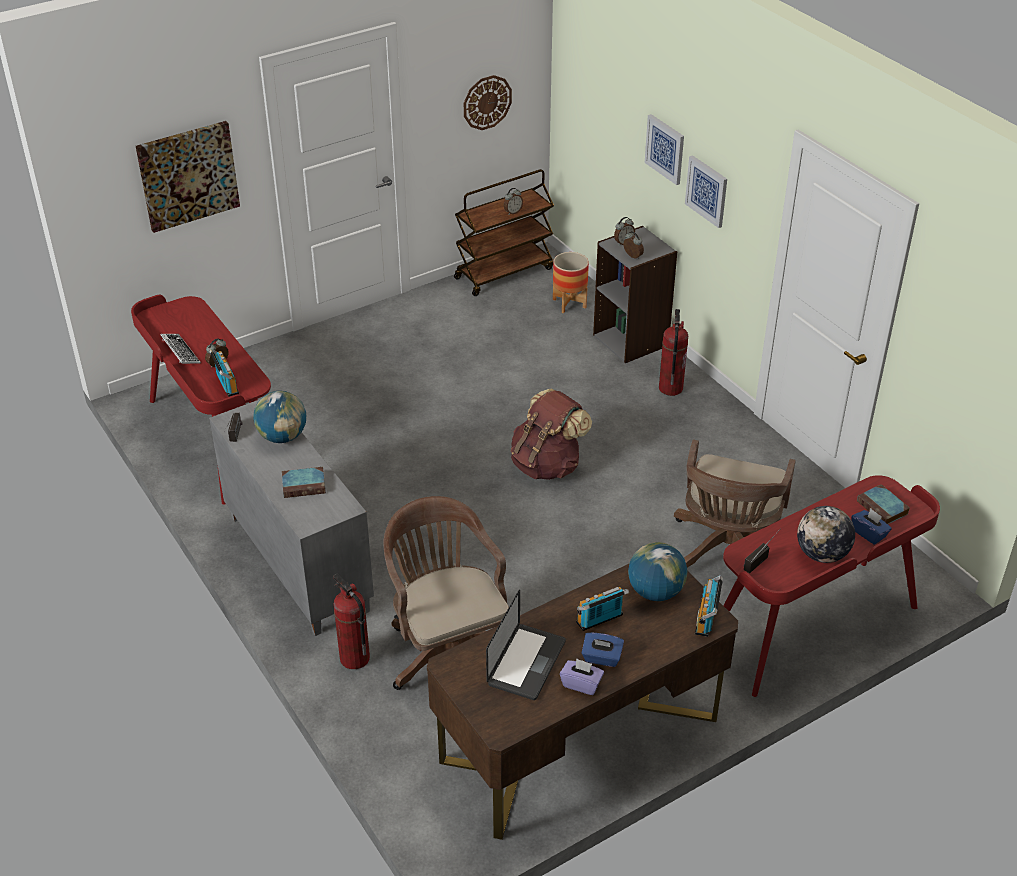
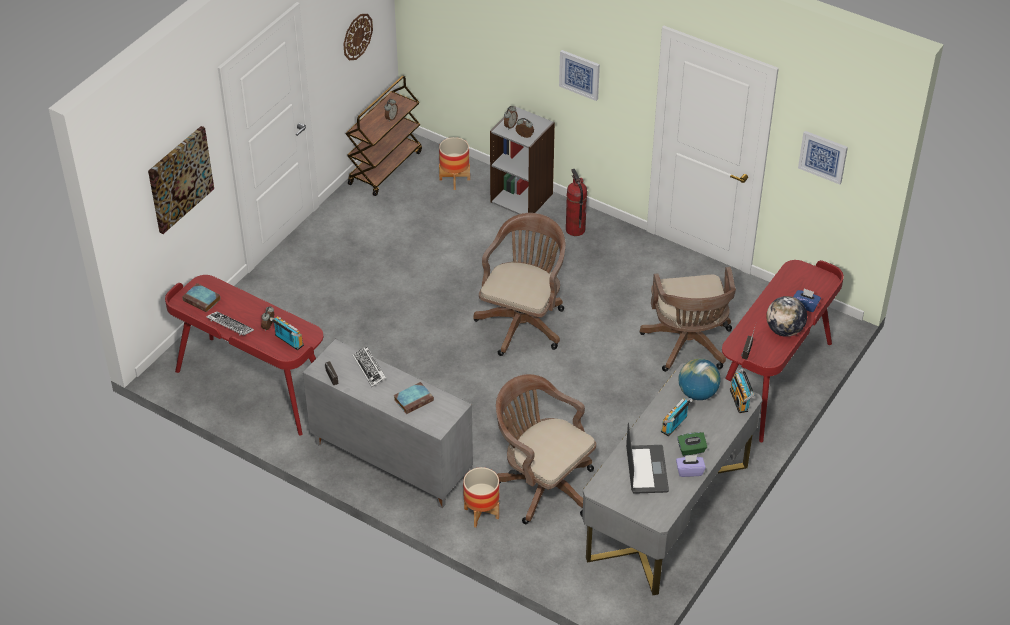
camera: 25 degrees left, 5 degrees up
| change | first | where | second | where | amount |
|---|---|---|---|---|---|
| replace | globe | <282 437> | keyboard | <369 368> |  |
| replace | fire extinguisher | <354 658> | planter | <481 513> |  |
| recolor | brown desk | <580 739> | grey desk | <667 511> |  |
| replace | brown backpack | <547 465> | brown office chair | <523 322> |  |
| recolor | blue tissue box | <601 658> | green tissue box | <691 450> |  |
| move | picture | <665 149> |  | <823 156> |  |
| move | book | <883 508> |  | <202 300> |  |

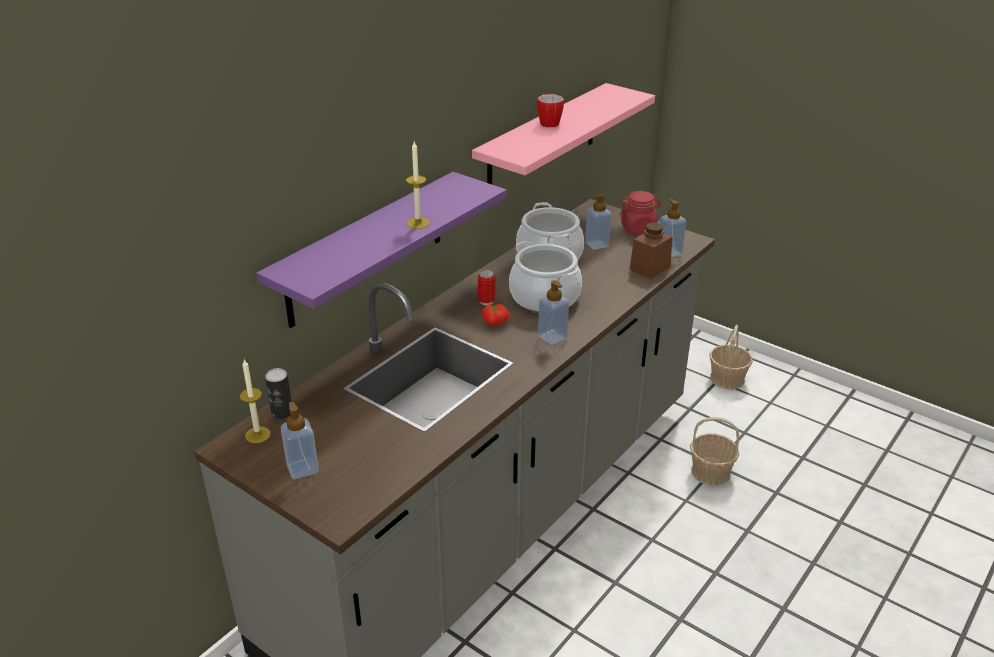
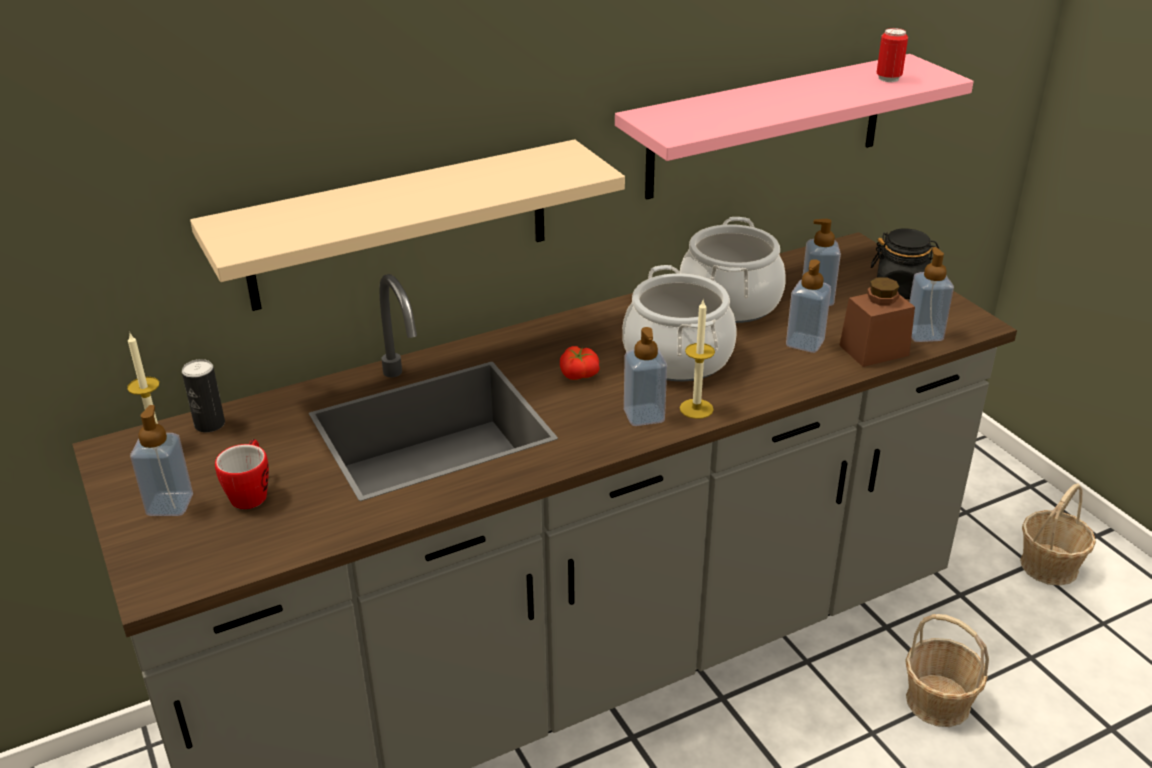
camera: 25 degrees right, 0 degrees up
| change | first | where | second | where | amount |
|---|---|---|---|---|---|
| recolor | purple shelf | <366 249> | beige shelf | <399 225> |  |
| move | candle | <418 223> |  | <696 409> |  |
| move | can | <486 301> |  | <888 78> |  |
| move | mug | <548 122> |  | <251 493> |  |
| recolor | red jar | <638 229> | black jar | <900 289> |  |
| insert |  |  | soap dispenser | <805 343> |  |

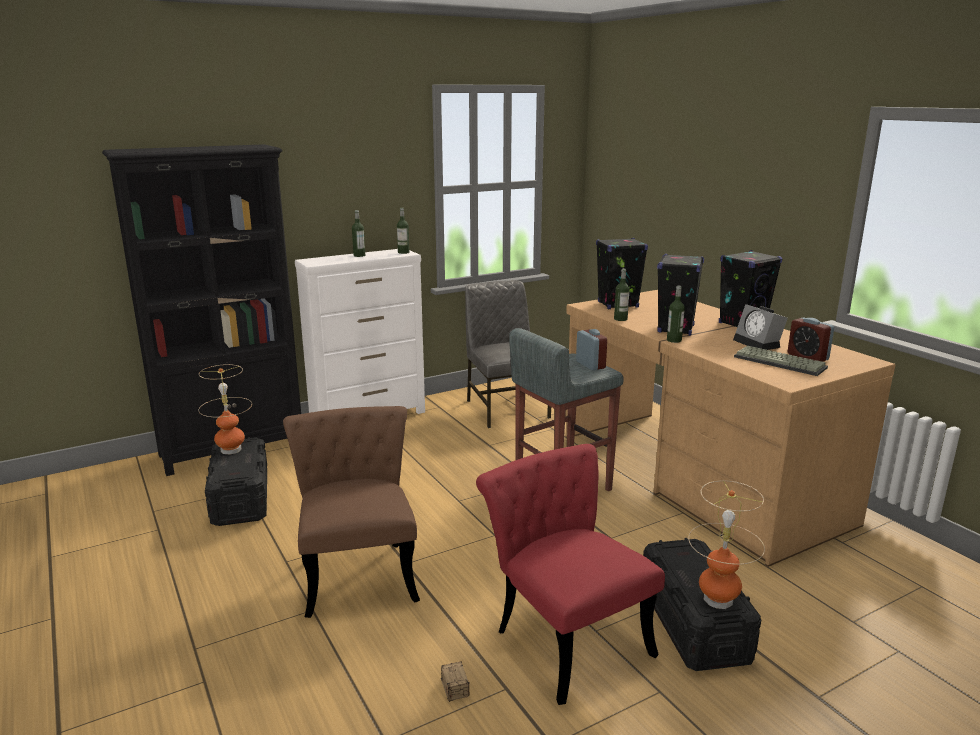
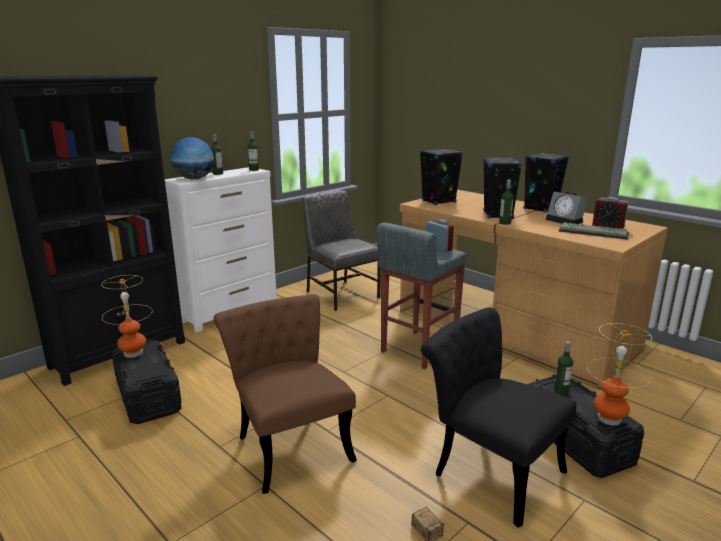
camera: 15 degrees left, 0 degrees up
| change | first | where | second | where | amount |
|---|---|---|---|---|---|
| recolor | red chair | <564 636> | black chair | <489 469> |  |
| move | bottle | <620 319> |  | <561 390> |  |
| insert |  |  | globe | <194 179> |  |

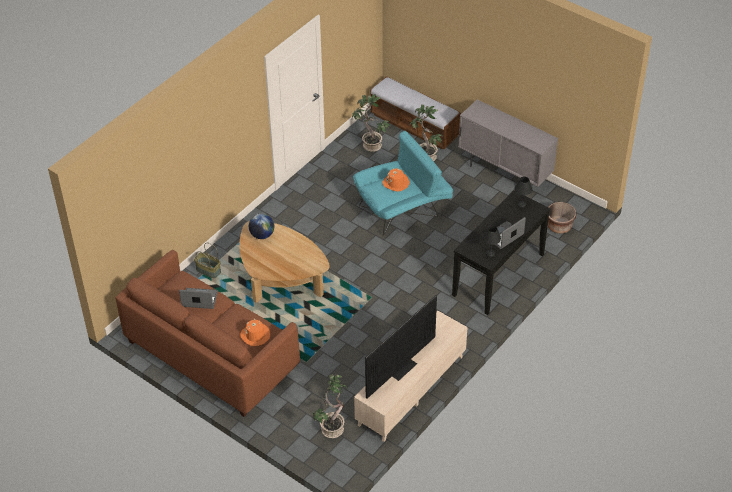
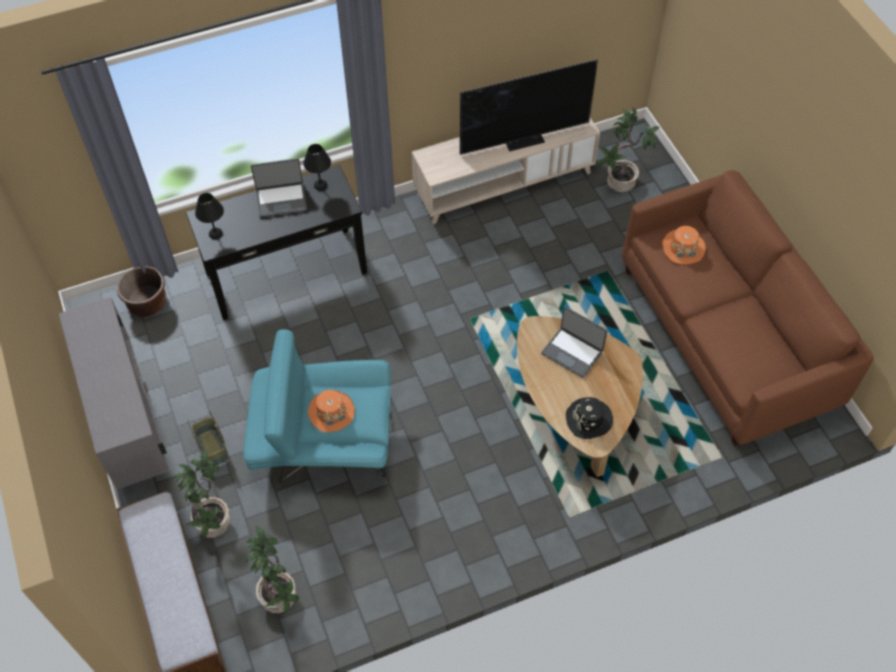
camera: 150 degrees left, 10 degrees up
| change | first | where | second | where | amount |
|---|---|---|---|---|---|
| move | laptop | <199 300> |  | <572 352> |  |
| move | basket | <208 270> |  | <213 448> |  |
| replace | globe | <262 235> | black hat | <589 420> |  |

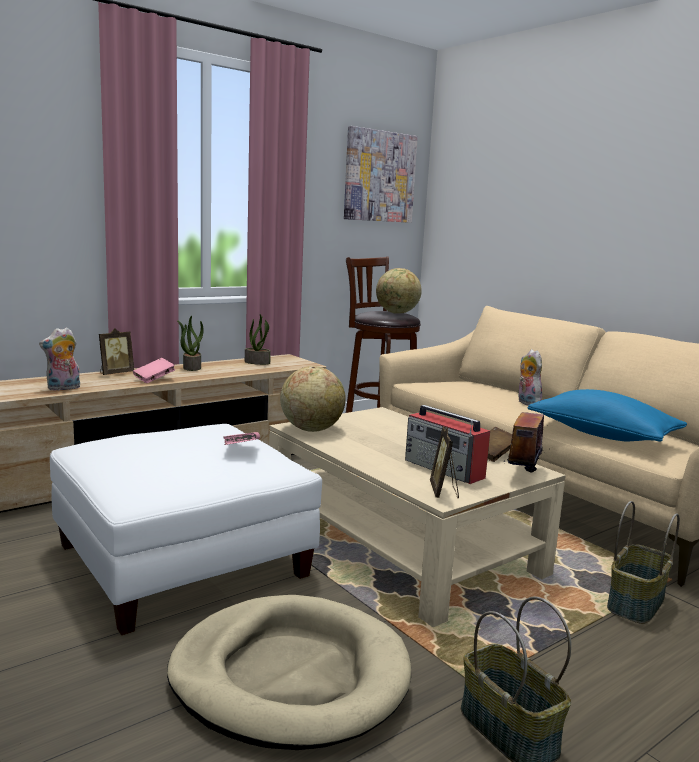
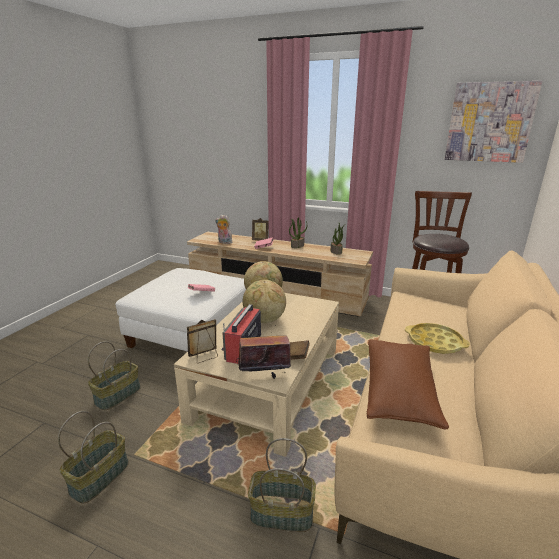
camera: 60 degrees right, 10 degrees up
| change | first | where | second | where | amount |
|---|---|---|---|---|---|
| replace | beige dog bed | <290 676> | basket | <118 395> |  |
| move | globe | <397 313> |  | <264 320> |  |
| replace | plush toy | <526 403> | yellow tray | <435 342> |  |
| recolor | blue pillow | <602 435> | brown pillow | <399 392> |  |

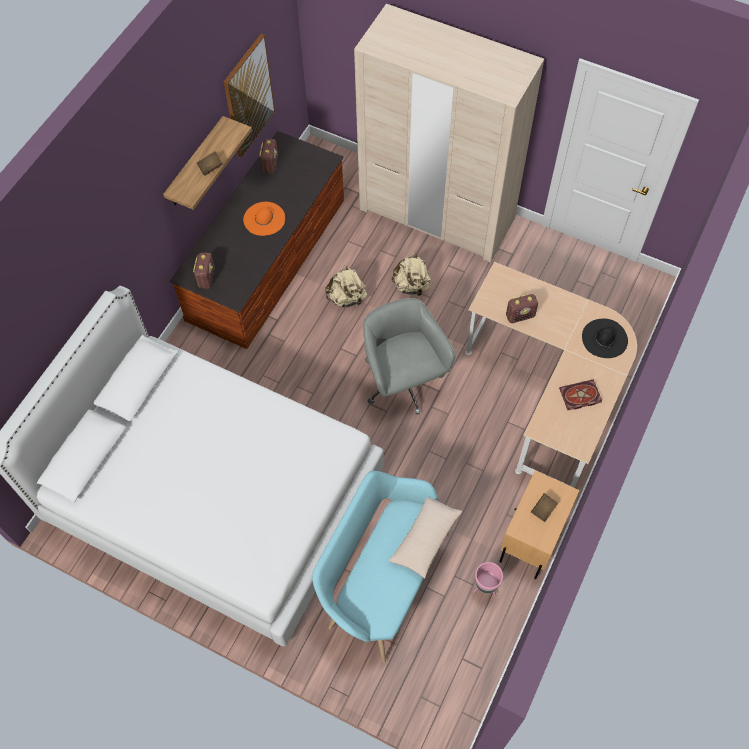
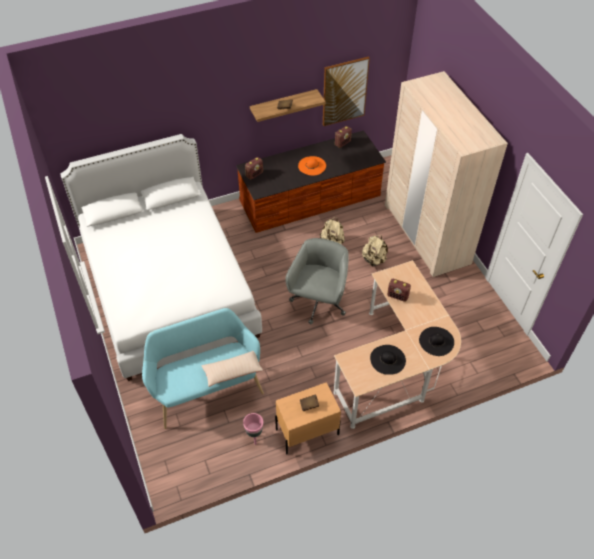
camera: 40 degrees right, 10 degrees down
| change | first | where | second | where | amount |
|---|---|---|---|---|---|
| replace | book | <579 396> | black hat | <387 359> |  |

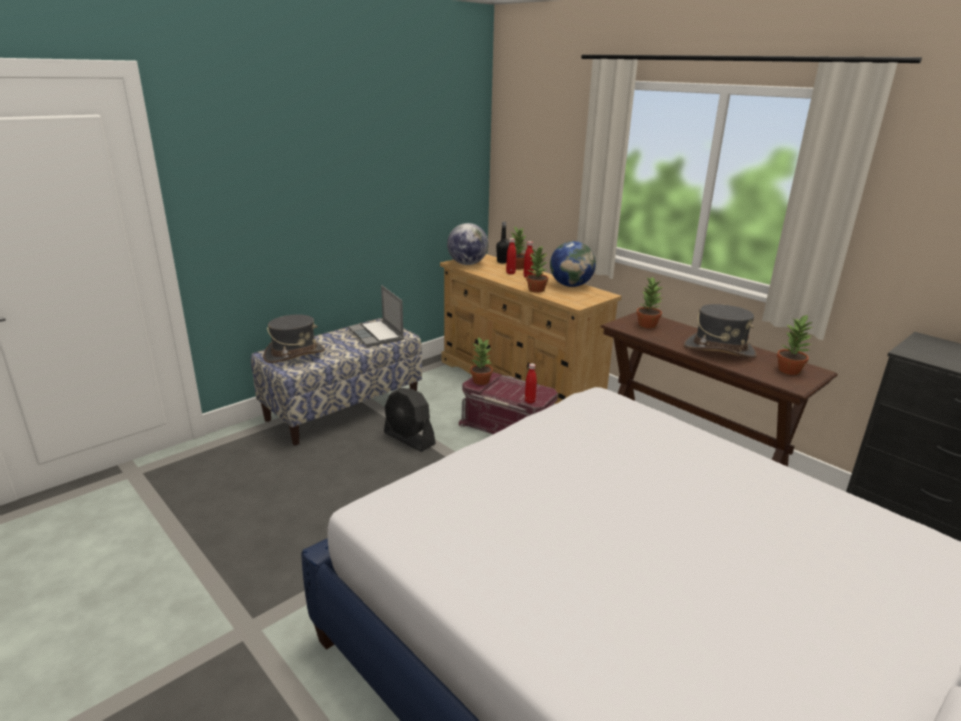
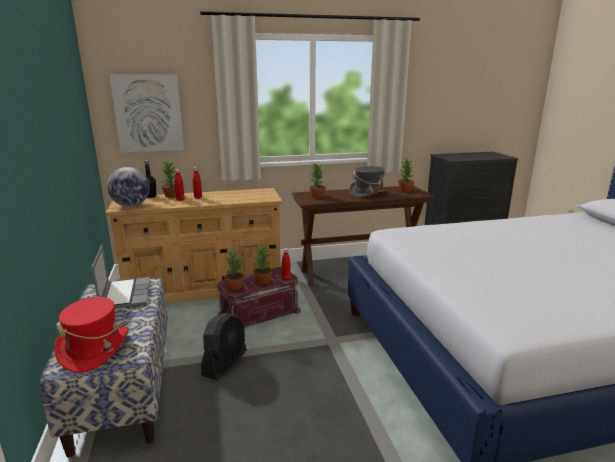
camera: 60 degrees left, 5 degrees down
| change | first | where | second | where | amount |
|---|---|---|---|---|---|
| recolor | grey hat | <294 354> | red hat | <94 349> |  |
| rotate | laptop | <377 335> |  | <125 294> | 105 degrees counterclockwise |
| rotate | black fan | <409 439> |  | <225 363> | 45 degrees counterclockwise |
| move | potted plant | <536 290> |  | <263 281> |  |
| delete | globe | <571 285> |  |  |  |
| insert |  |  | picture | <148 113> |  |

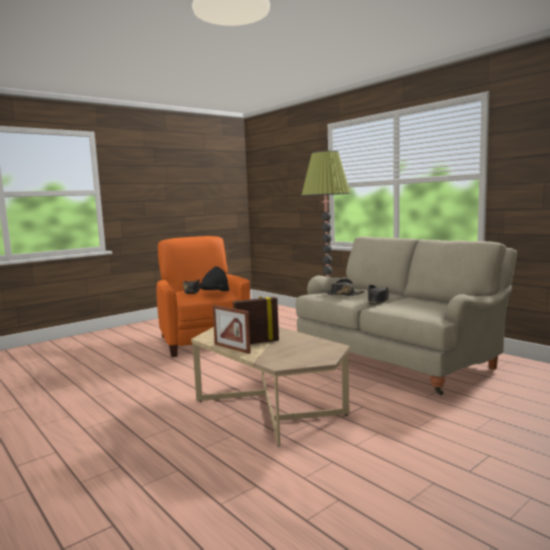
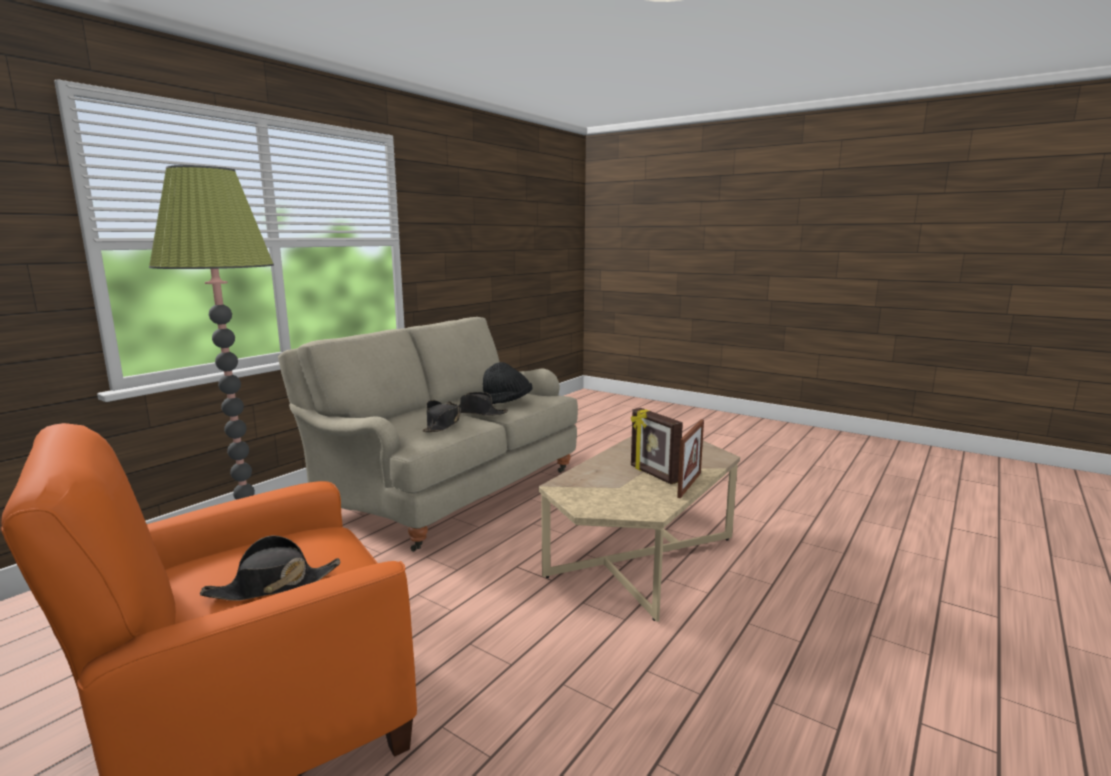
camera: 105 degrees left, 5 degrees up
| change | first | where | second | where | amount |
|---|---|---|---|---|---|
| move | black hat | <215 293> |  | <507 402> |  |

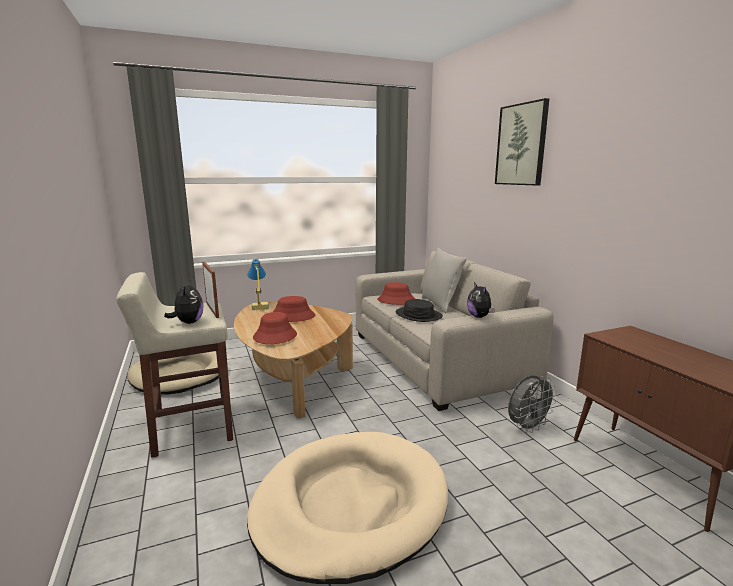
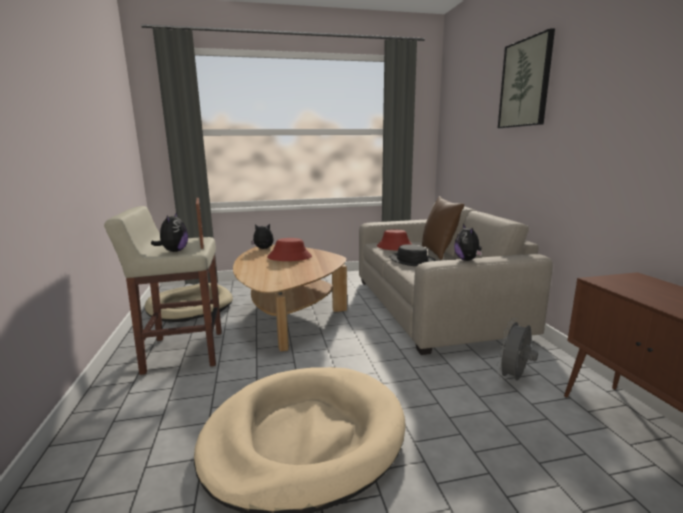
camera: 10 degrees right, 0 degrees up
| change | first | where | second | where | amount |
|---|---|---|---|---|---|
| replace | table lamp | <259 307> | plush toy | <263 249> |  |
| delete | red hat | <275 336> |  |  |  |
| recolor | grey pillow | <440 304> | brown pillow | <438 252> |  |
| rotate | grey fan | <527 427> |  | <513 378> | 150 degrees clockwise |

